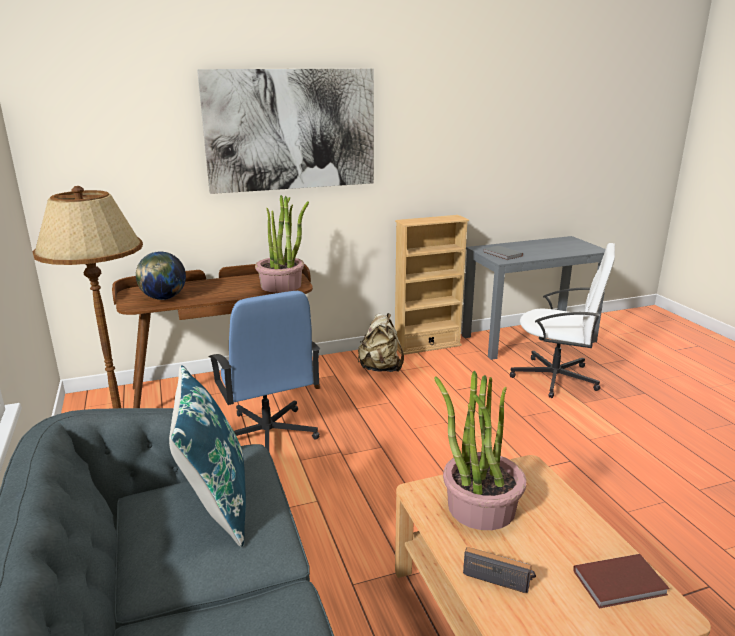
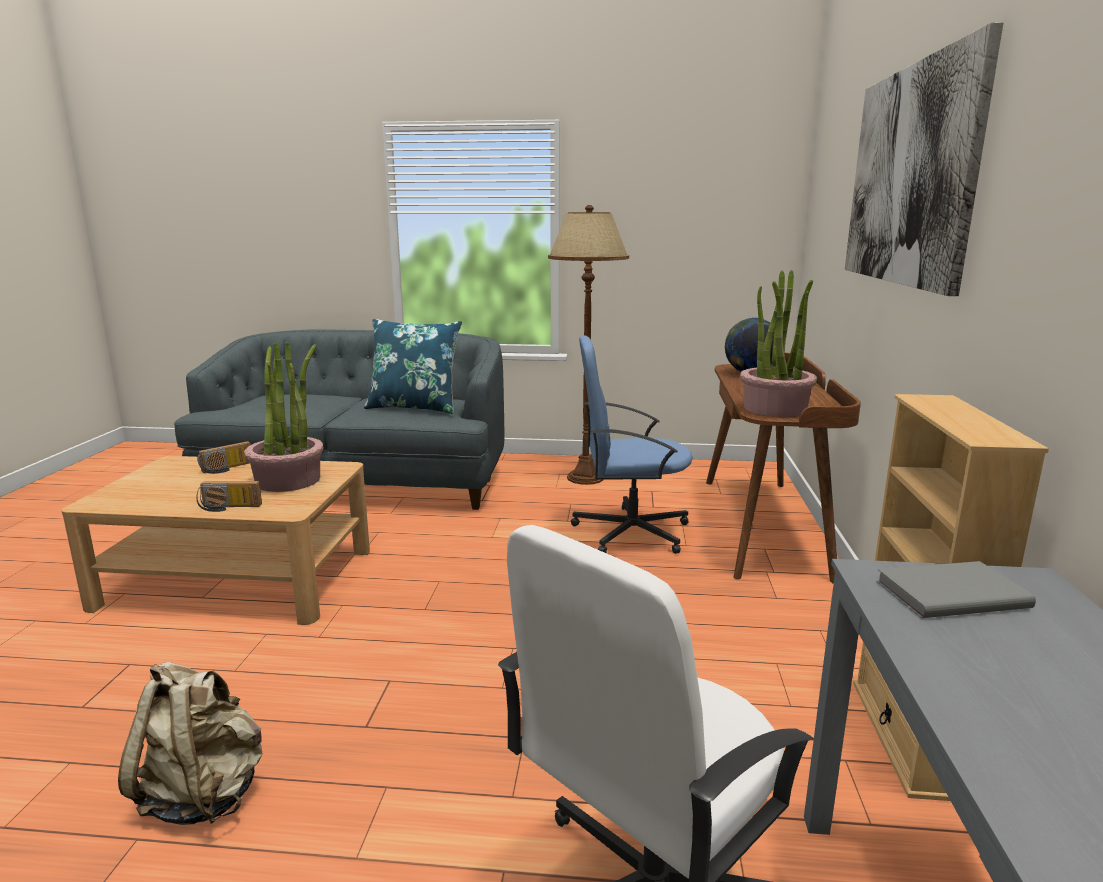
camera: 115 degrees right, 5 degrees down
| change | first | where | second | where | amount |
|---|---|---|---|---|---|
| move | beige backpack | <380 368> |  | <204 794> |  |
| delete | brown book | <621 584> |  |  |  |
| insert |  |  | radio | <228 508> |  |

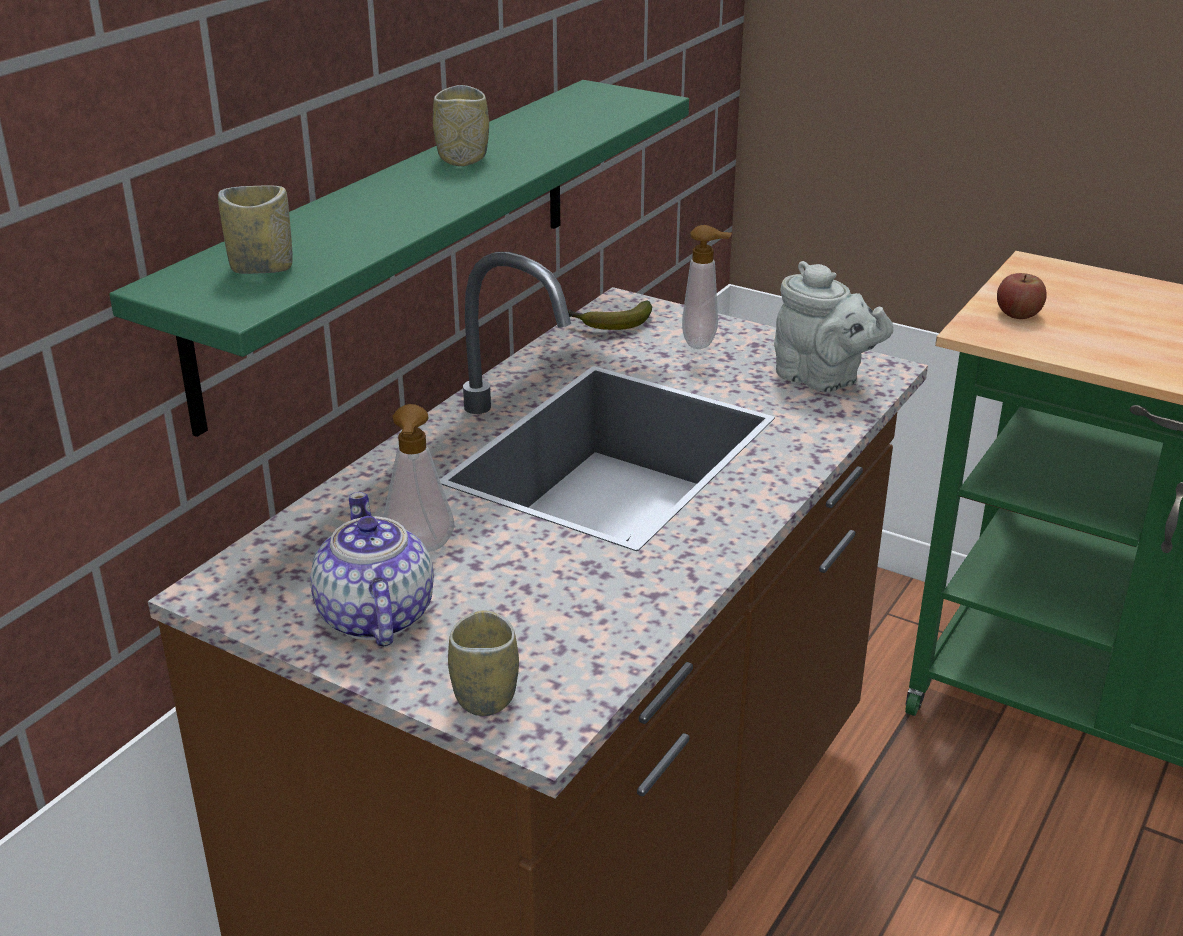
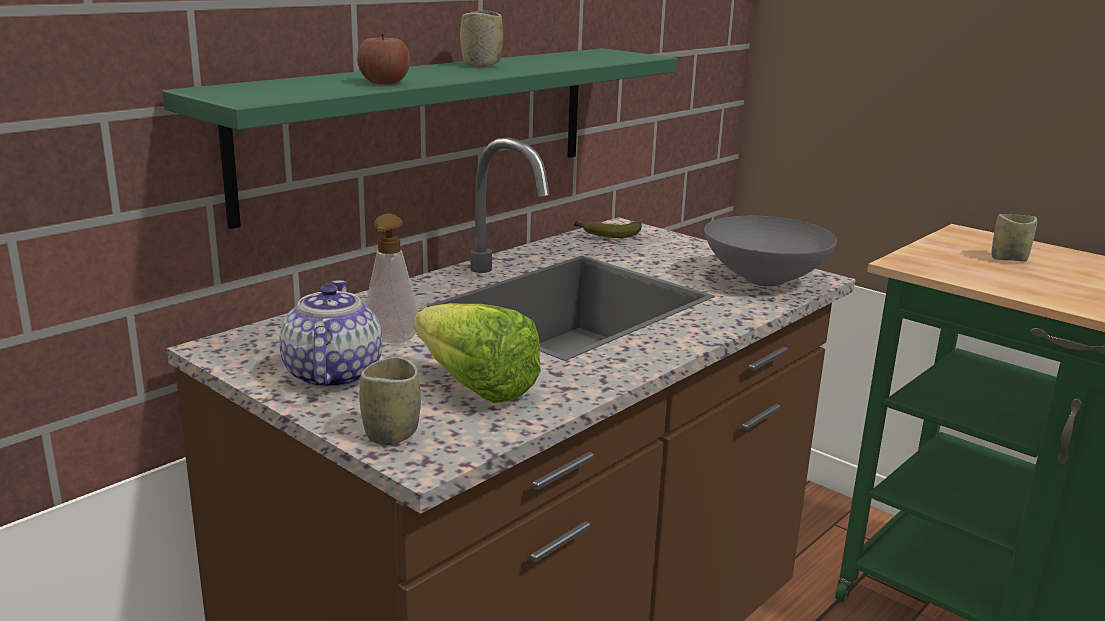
camera: 10 degrees right, 10 degrees down
| change | first | where | second | where | amount |
|---|---|---|---|---|---|
| move | cup | <262 268> |  | <1008 259> |  |
| delete | soap dispenser | <703 343> |  |  |  |
| replace | grey teapot | <822 380> | grey bowl | <763 279> |  |
| move | apple | <1018 314> |  | <384 82> |  |
| insert |  |  | lettuce | <469 382> |  |

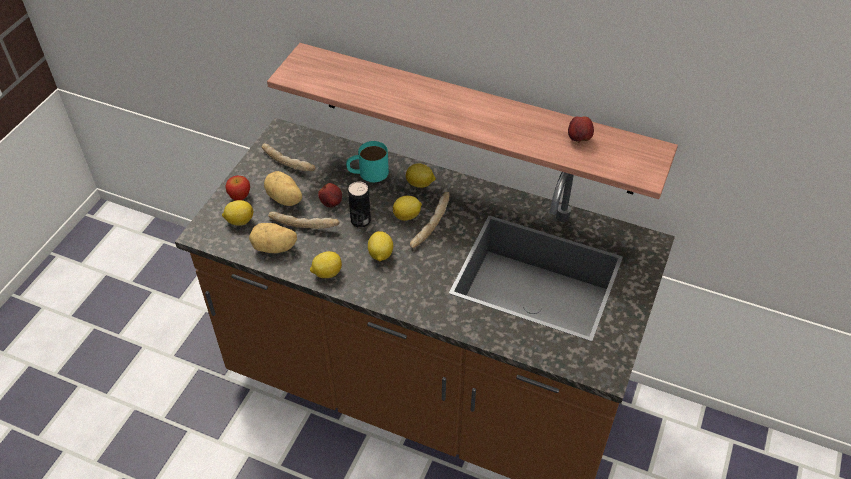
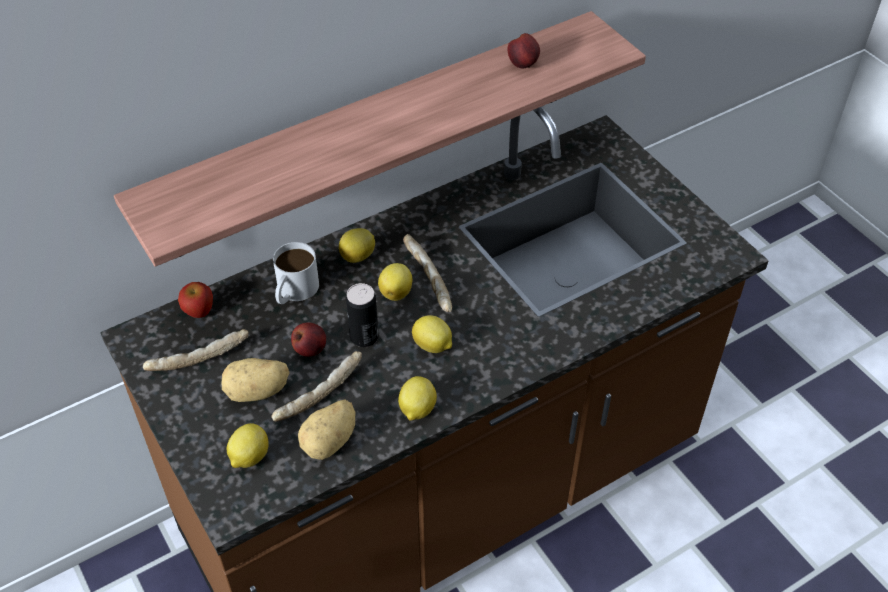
camera: 55 degrees left, 0 degrees up
| change | first | where | second | where | amount |
|---|---|---|---|---|---|
| move | apple | <240 196> |  | <199 310> |  |
| recolor | turquoise mug | <368 173> | white mug | <294 291> |  |

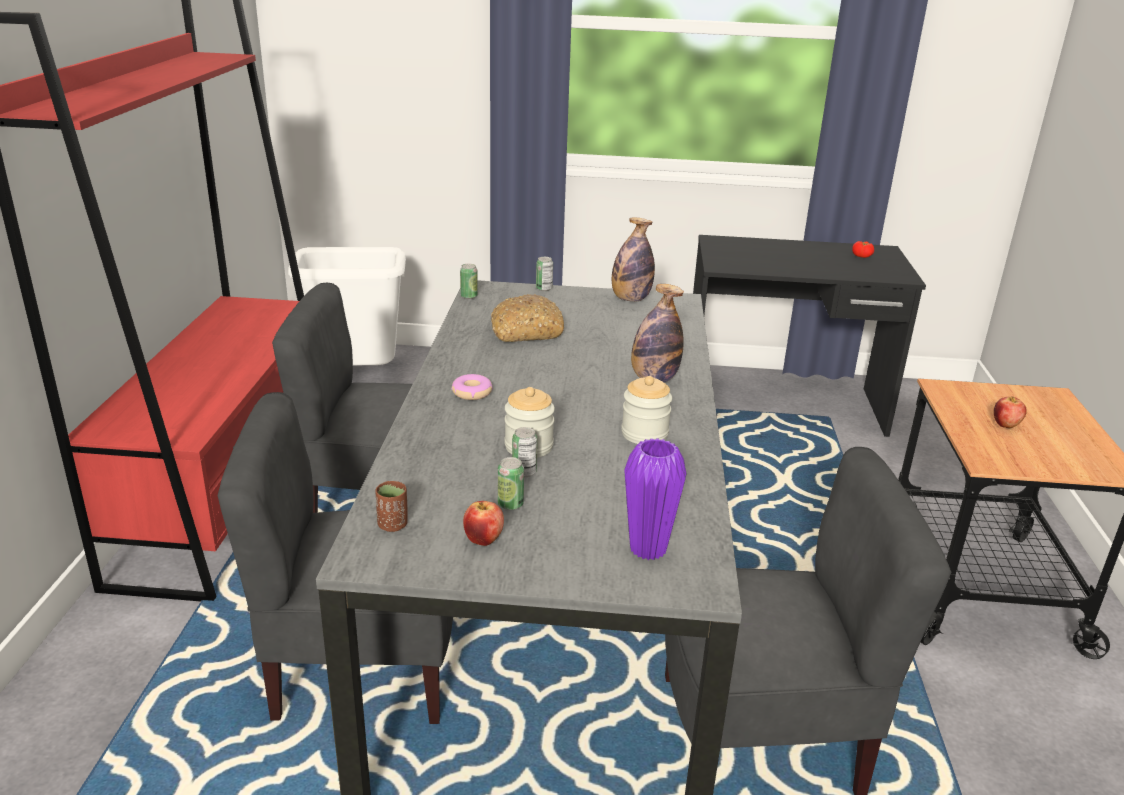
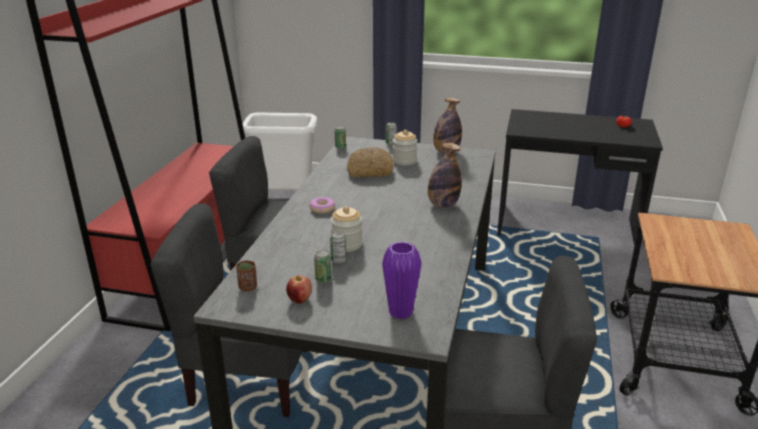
camera: 10 degrees right, 0 degrees up
| change | first | where | second | where | amount |
|---|---|---|---|---|---|
| move | jar | <644 434> |  | <404 161> |  |
| delete | apple | <1005 425> |  |  |  |

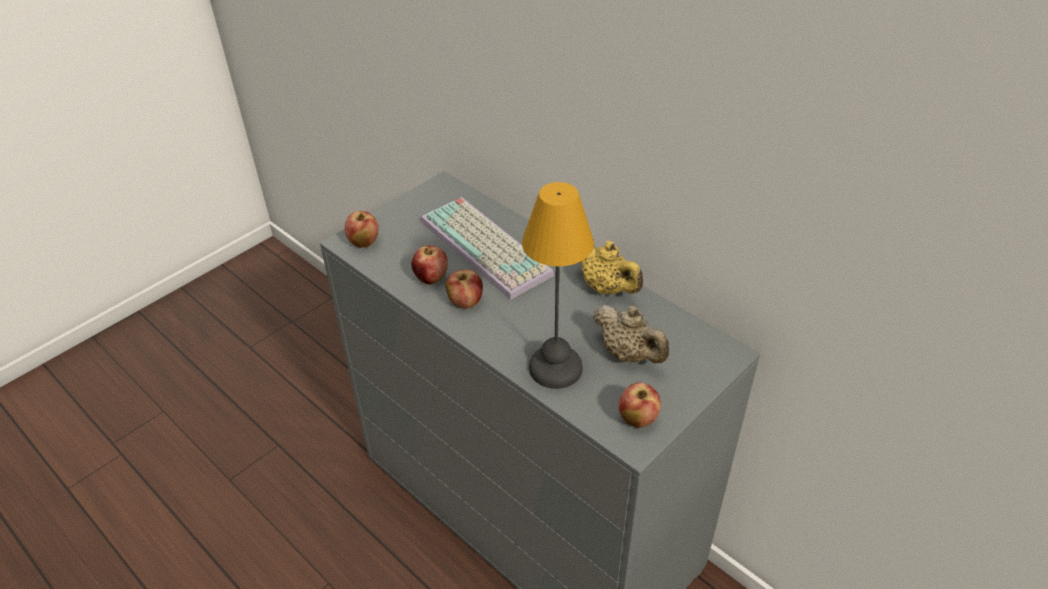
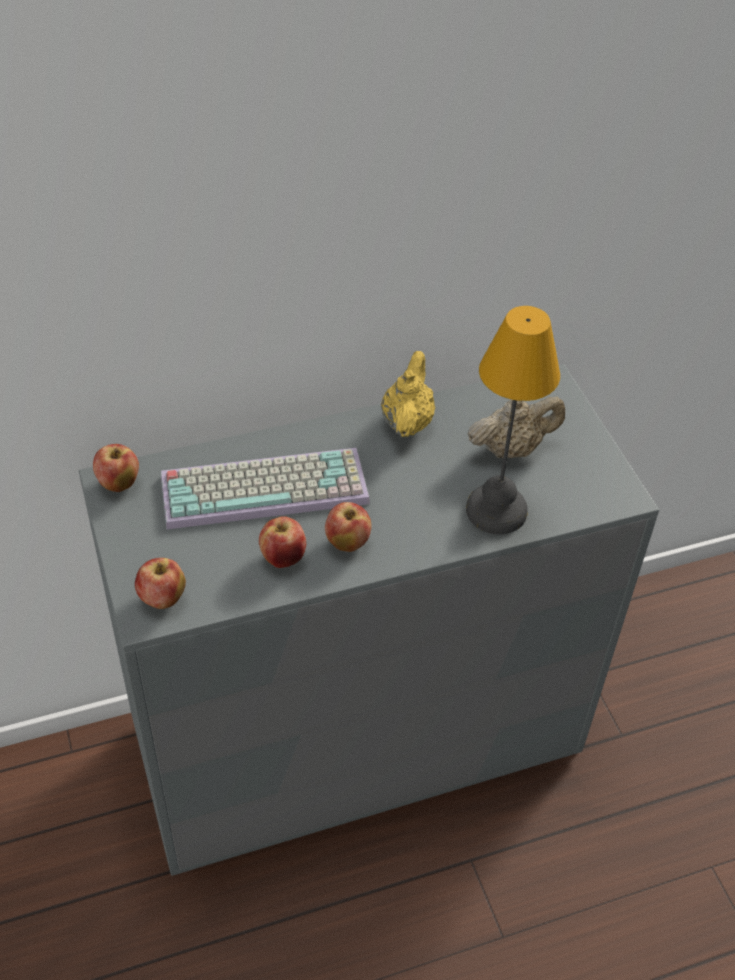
camera: 65 degrees left, 5 degrees up
| change | first | where | second | where | amount |
|---|---|---|---|---|---|
| rotate | yellow teapot | <607 288> |  | <407 422> | 60 degrees counterclockwise |
| move | apple | <637 419> |  | <118 484> |  |

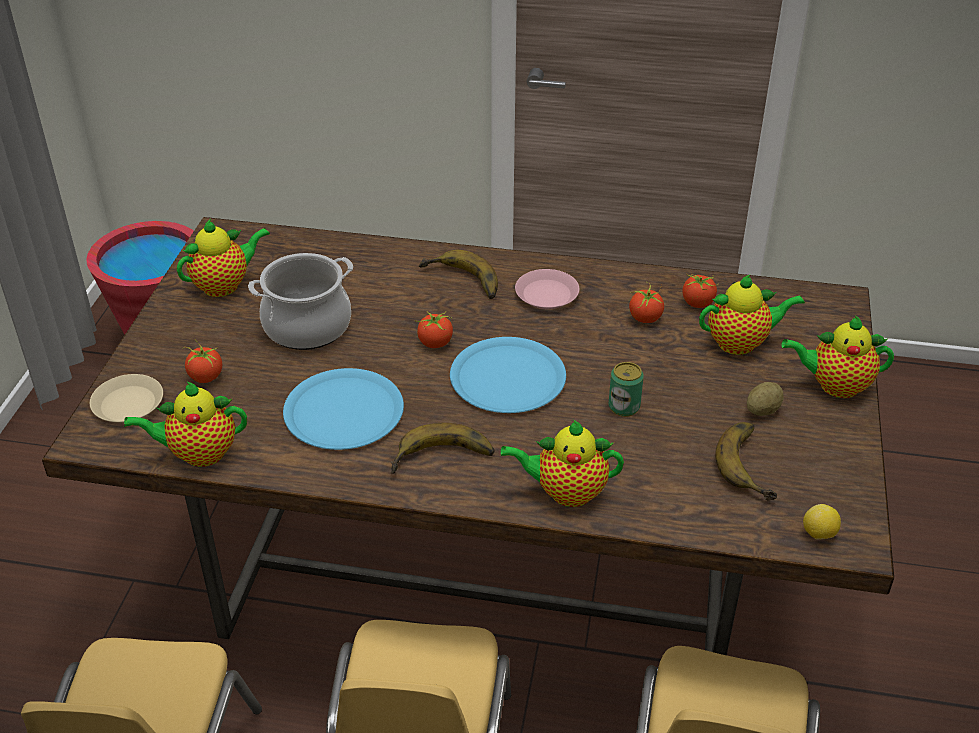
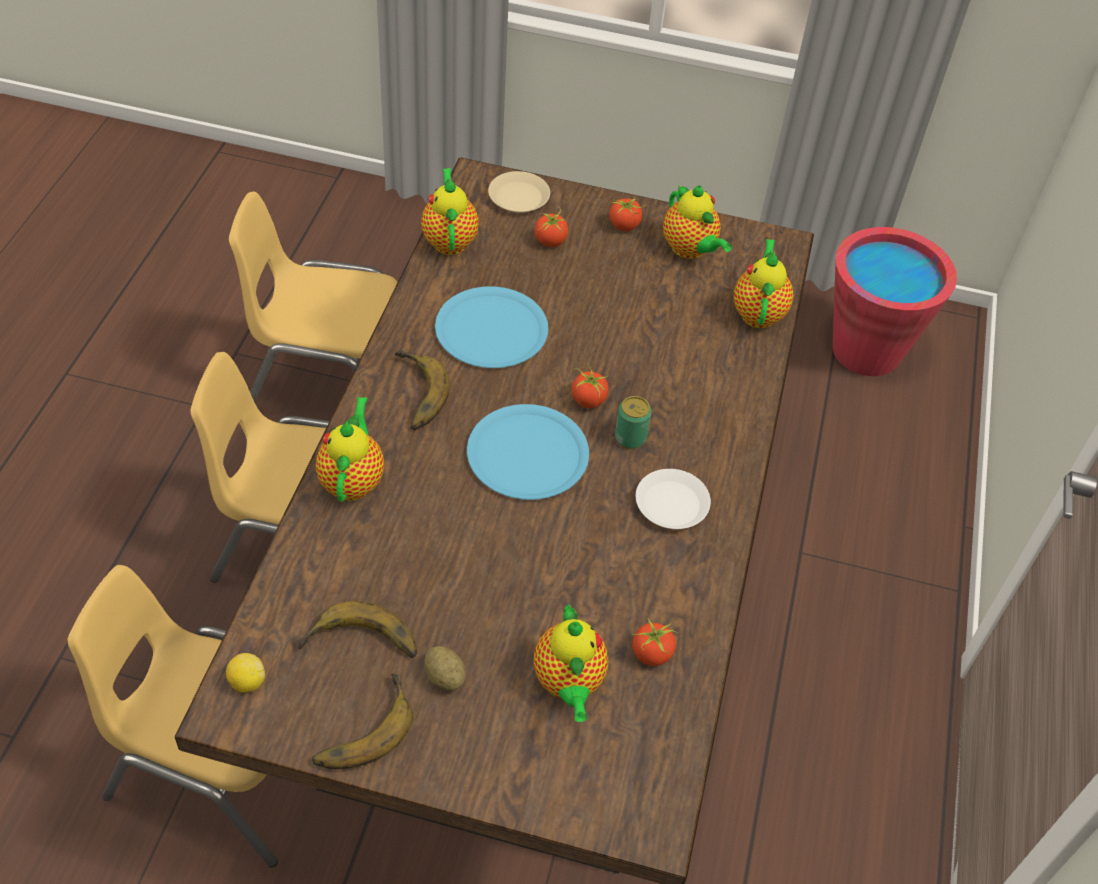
camera: 90 degrees right, 10 degrees up
| change | first | where | second | where | amount |
|---|---|---|---|---|---|
| delete | cooking pot | <307 326> |  |  |  |
| move | banana | <460 282> |  | <360 727> |  |
| recolor | pink plate | <546 295> | white plate | <671 504> |  |
| move | can | <624 407> |  | <630 438> |  |
| move | tomato | <645 318> |  | <624 225> |  |
| move | teapot | <834 385> |  | <758 312> |  |

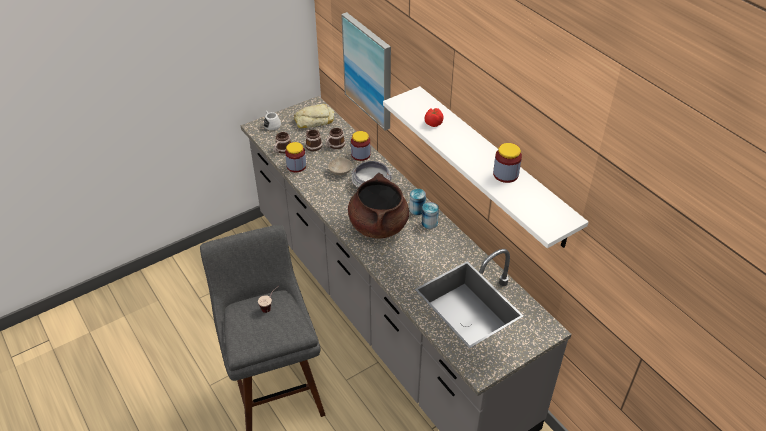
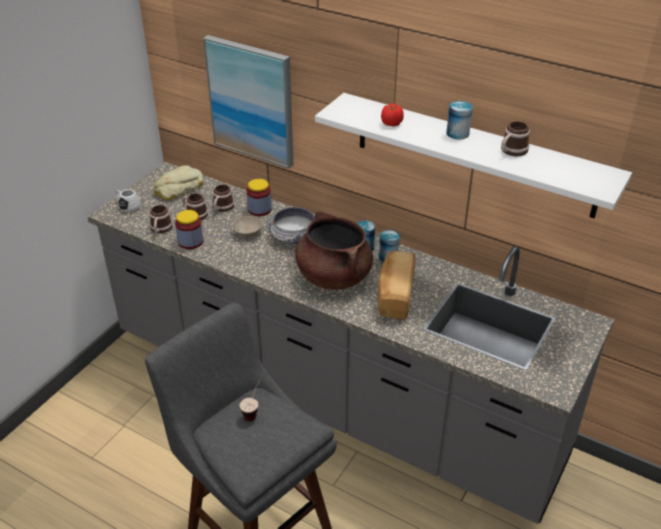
camera: 25 degrees left, 5 degrees down
| change | first | where | second | where | amount |
|---|---|---|---|---|---|
| replace | jar | <505 174> | mug | <511 151> |  |
| insert |  |  | bread | <394 296> |  |
| insert |  |  | can | <457 133> |  |

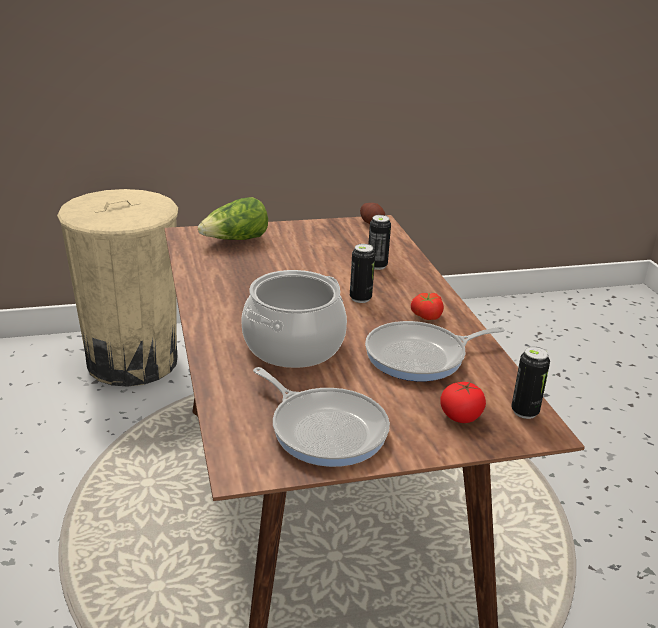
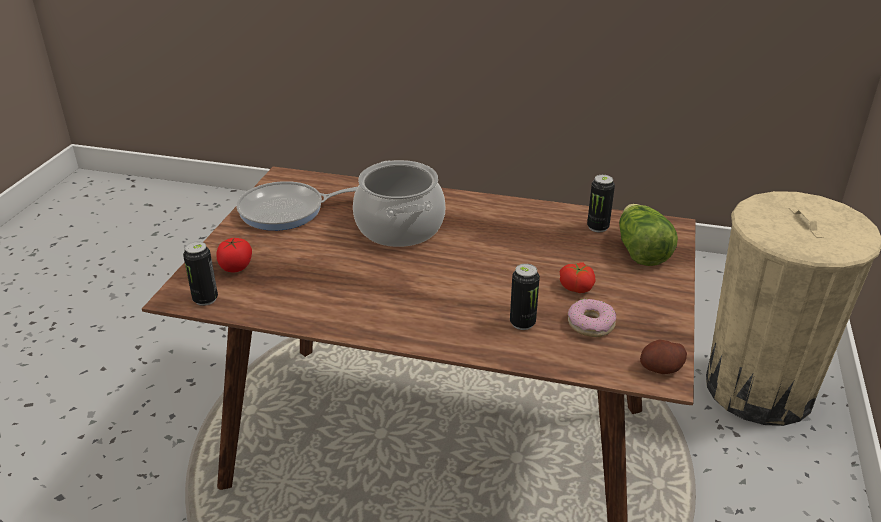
camera: 120 degrees right, 5 degrees up
| change | first | where | second | where | amount |
|---|---|---|---|---|---|
| move | can | <360 298> |  | <597 227> |  |
| delete | frying pan | <420 357> |  |  |  |
| move | tomato | <425 316> |  | <577 287> |  |
| insert |  |  | donut | <591 324> |  |

